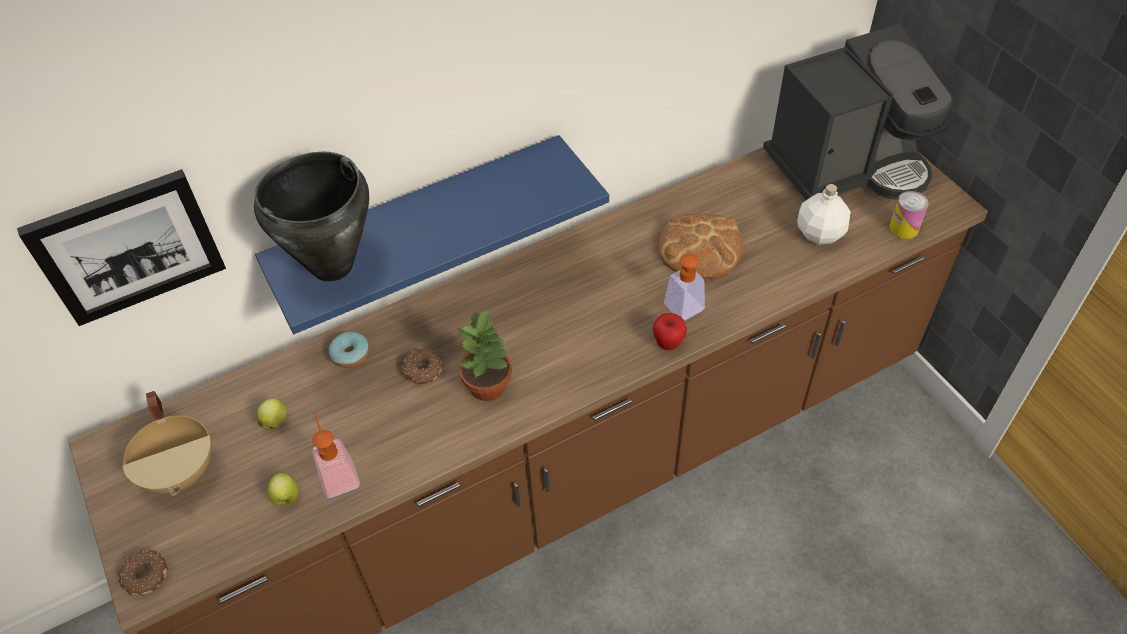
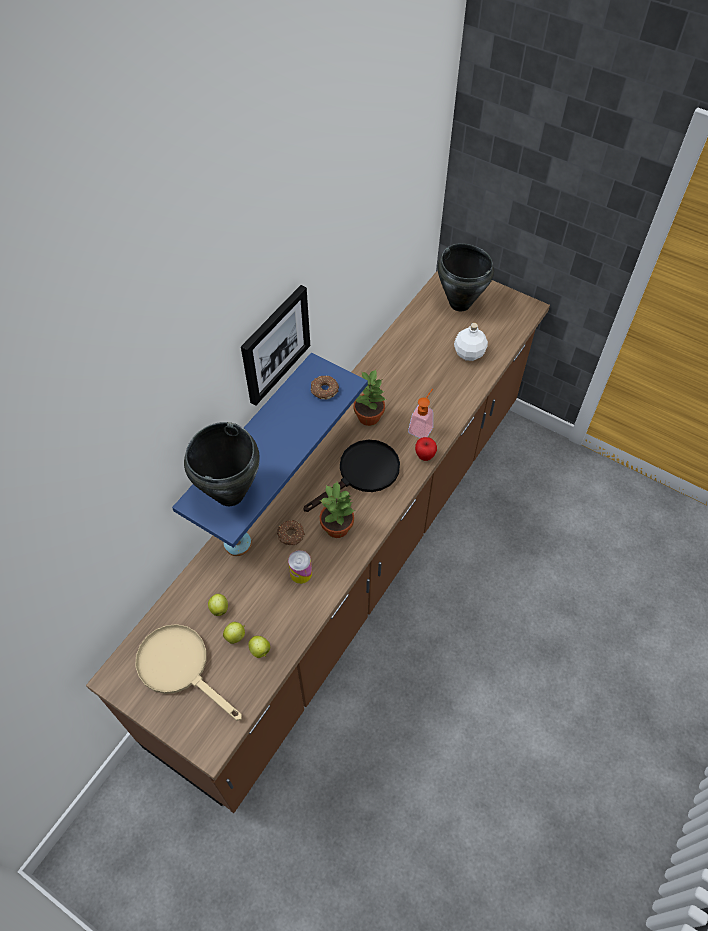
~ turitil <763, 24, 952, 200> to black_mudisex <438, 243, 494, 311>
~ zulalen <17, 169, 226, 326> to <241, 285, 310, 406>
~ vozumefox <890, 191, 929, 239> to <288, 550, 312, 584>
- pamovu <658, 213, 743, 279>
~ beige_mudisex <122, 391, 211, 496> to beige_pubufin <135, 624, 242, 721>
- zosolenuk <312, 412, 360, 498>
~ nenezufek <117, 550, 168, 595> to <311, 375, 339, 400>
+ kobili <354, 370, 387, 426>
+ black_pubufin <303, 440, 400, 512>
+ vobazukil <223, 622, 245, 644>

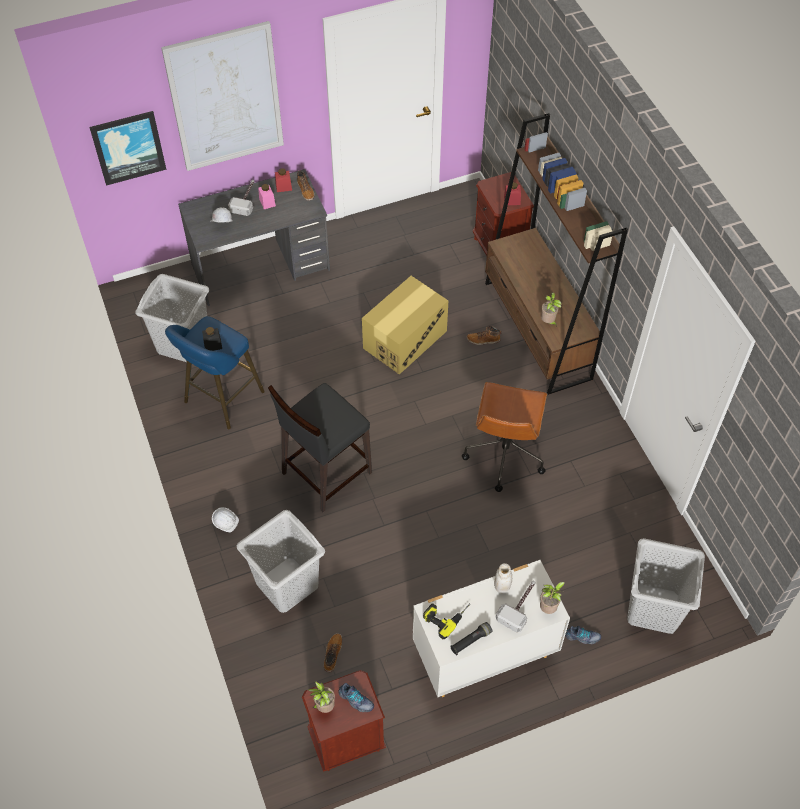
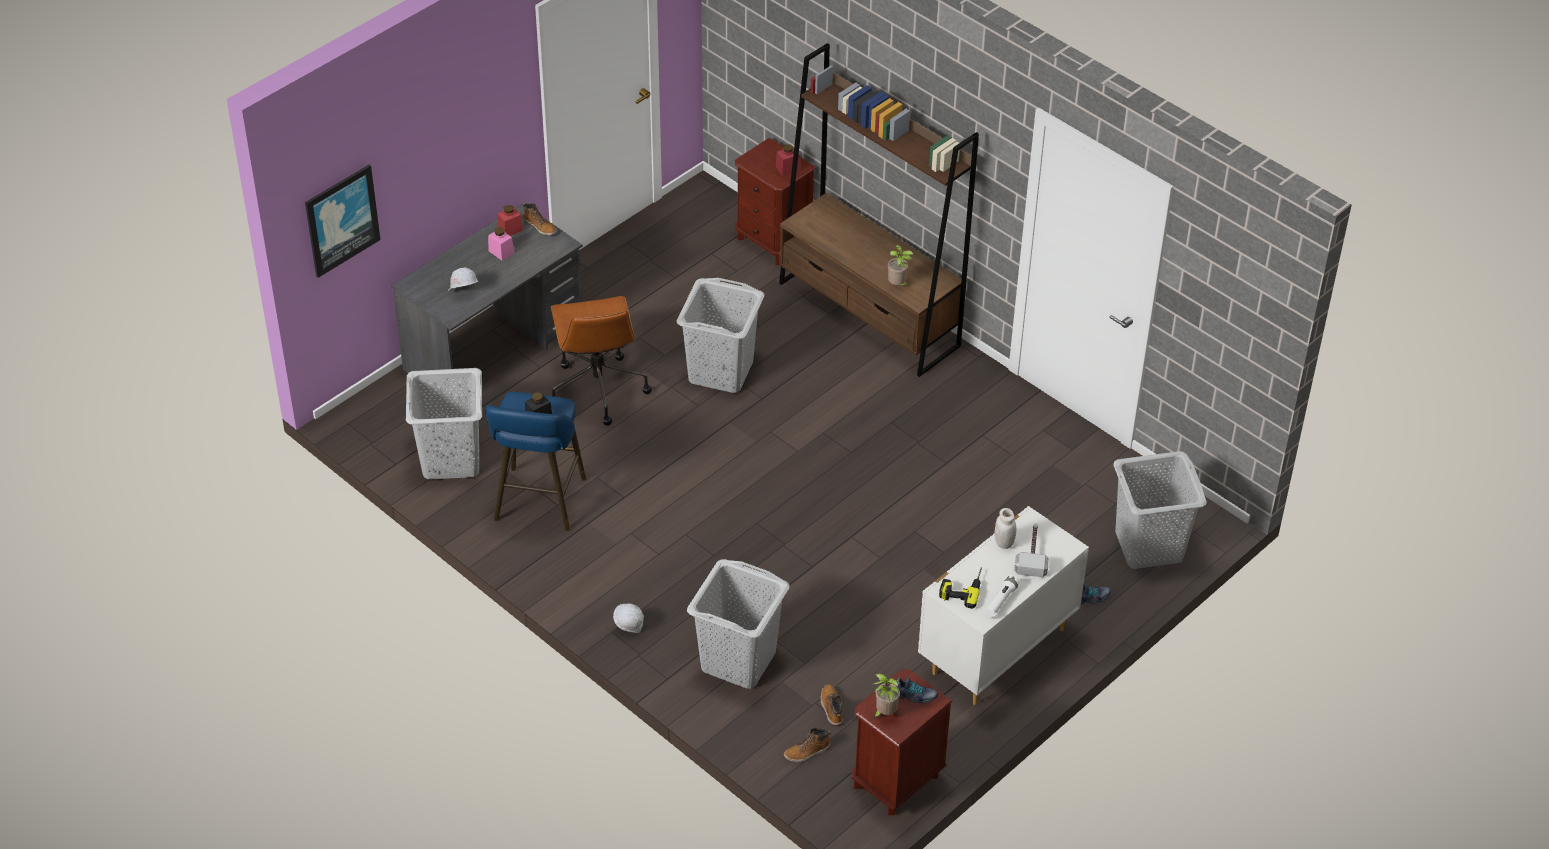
- zulalen <161, 21, 284, 171>
- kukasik <228, 180, 254, 216>
~ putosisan <362, 276, 448, 375> to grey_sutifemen <677, 278, 765, 393>
~ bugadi <467, 326, 501, 345> to <784, 728, 831, 762>
~ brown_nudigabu <462, 382, 547, 492> to <551, 296, 652, 426>
- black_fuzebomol <268, 383, 372, 512>
- kobili <540, 582, 565, 614>
~ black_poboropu <450, 622, 493, 655> to white_poboropu <985, 575, 1019, 618>

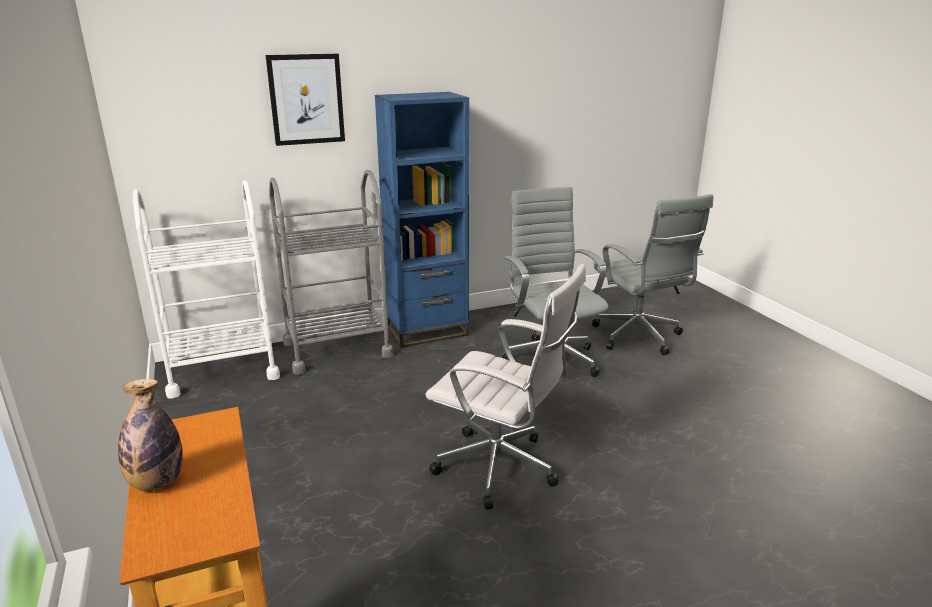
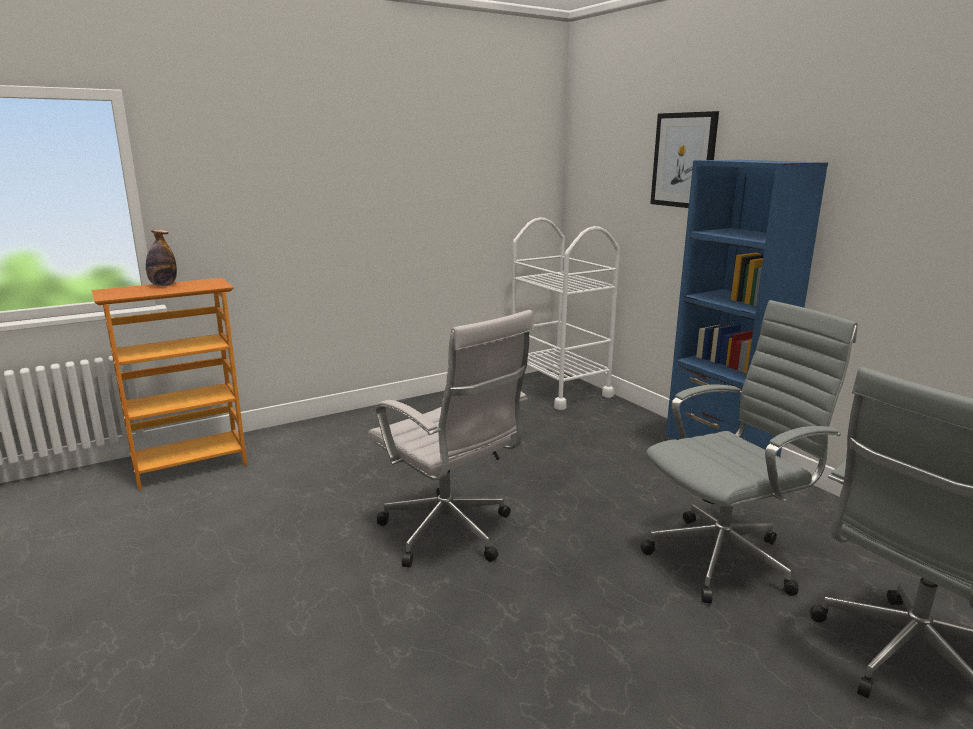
- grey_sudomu <269, 170, 393, 375>
~ white_nudigabu <426, 264, 586, 510> = <368, 310, 534, 567> 60 degrees counterclockwise

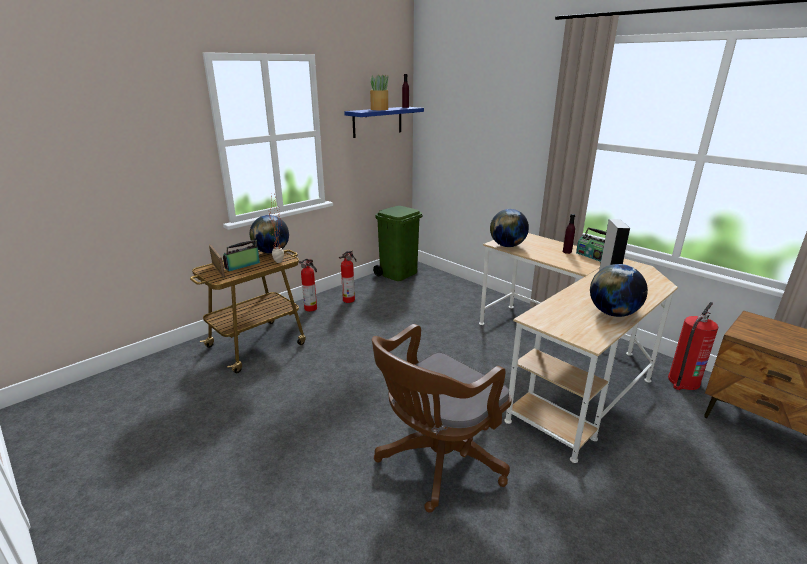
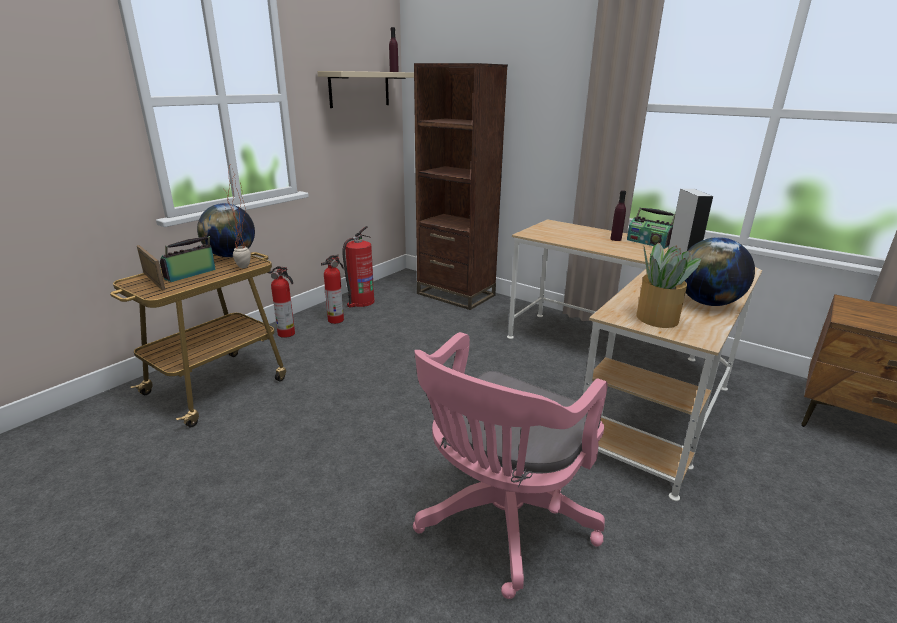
~ kobili <370, 74, 388, 110> to <637, 243, 701, 328>
~ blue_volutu <344, 107, 424, 138> to beige_volutu <317, 71, 414, 108>
- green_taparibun <373, 206, 422, 281>
- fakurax <490, 209, 529, 247>
~ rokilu <668, 302, 718, 390> to <342, 226, 375, 308>
~ brown_nudigabu <372, 324, 512, 513> to pink_nudigabu <413, 332, 608, 599>
+ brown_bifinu <414, 63, 508, 310>

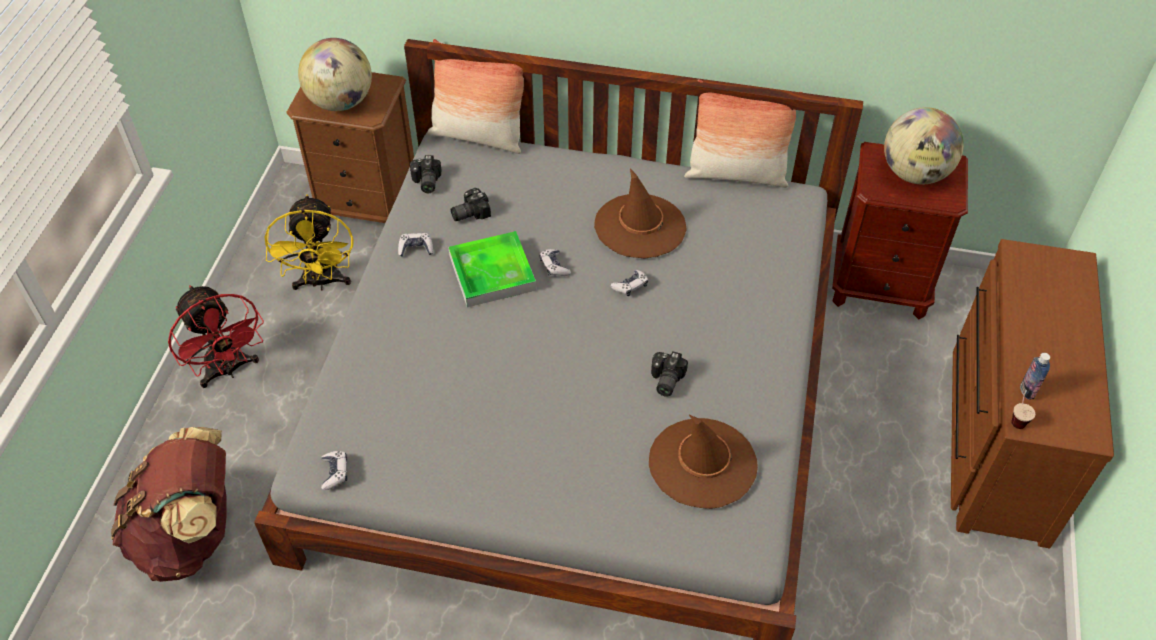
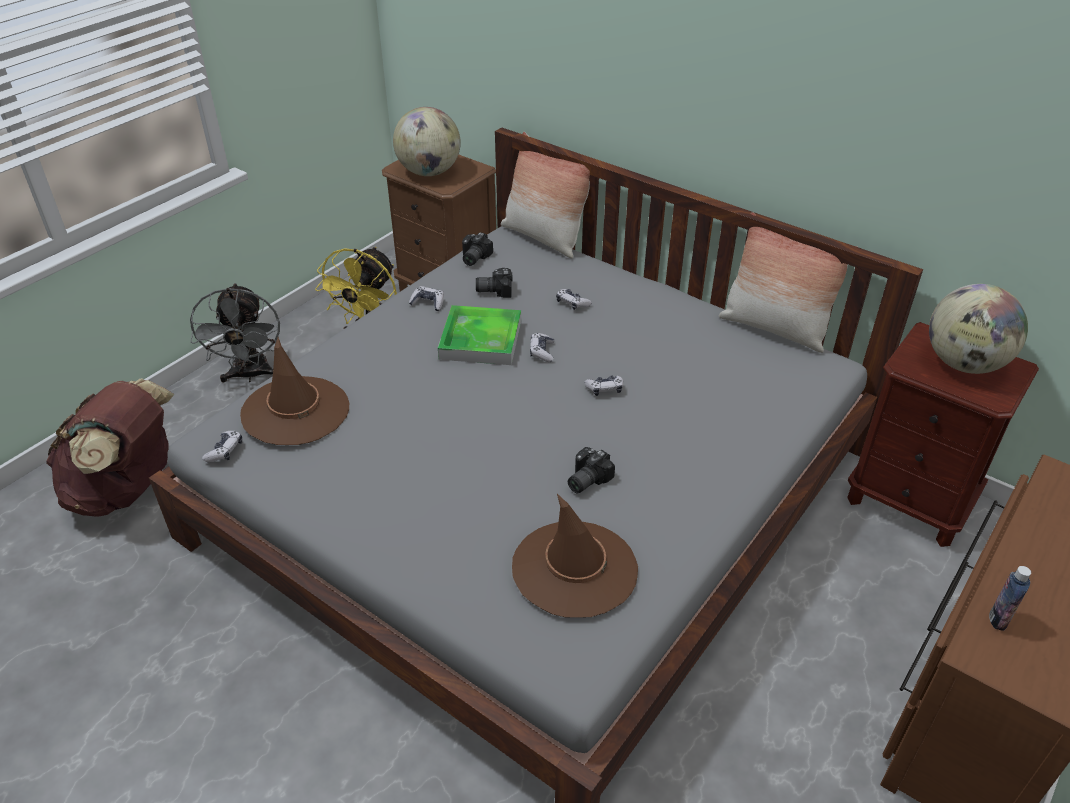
~ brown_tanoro <594, 168, 687, 259> to <240, 337, 349, 445>
~ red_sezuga <168, 285, 264, 388> to grey_sezuga <190, 283, 280, 383>
- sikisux <1011, 381, 1035, 429>
+ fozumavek <556, 289, 592, 310>

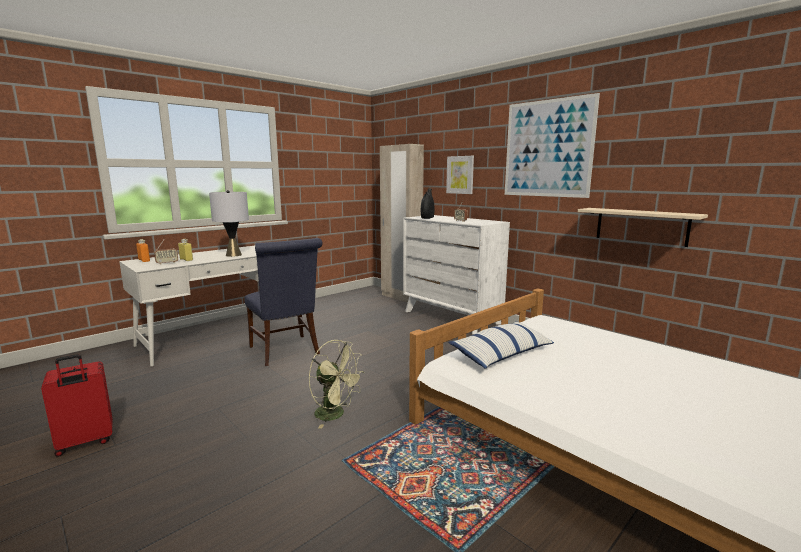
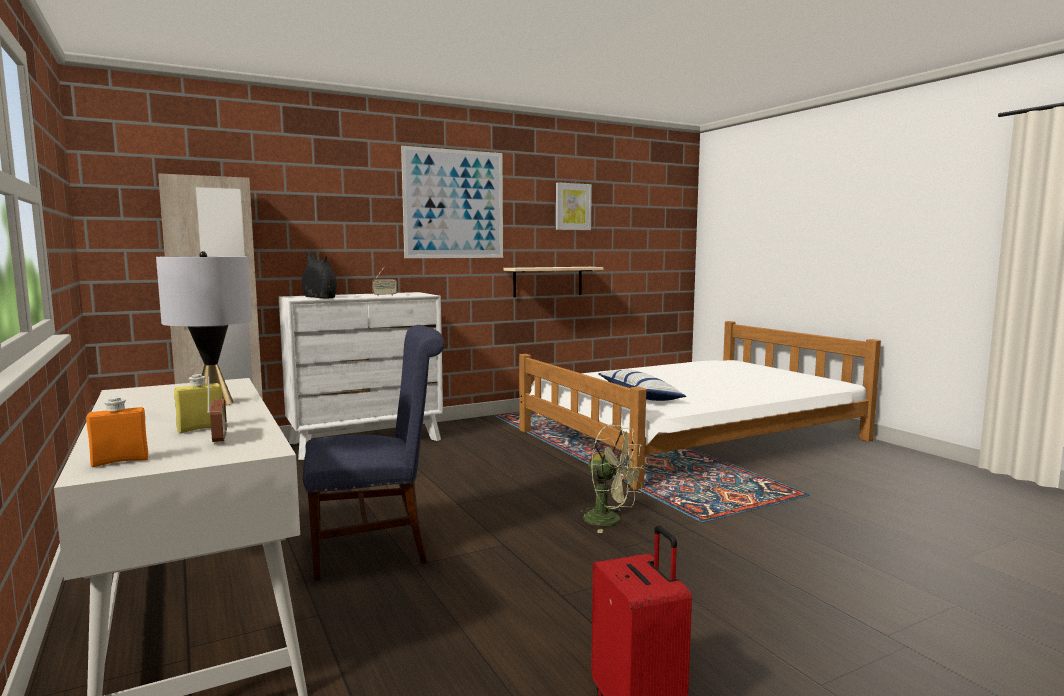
~ zulalen <446, 156, 474, 194> to <556, 182, 592, 230>
~ green_sezuga <308, 340, 365, 429> = <580, 424, 645, 533> 75 degrees clockwise

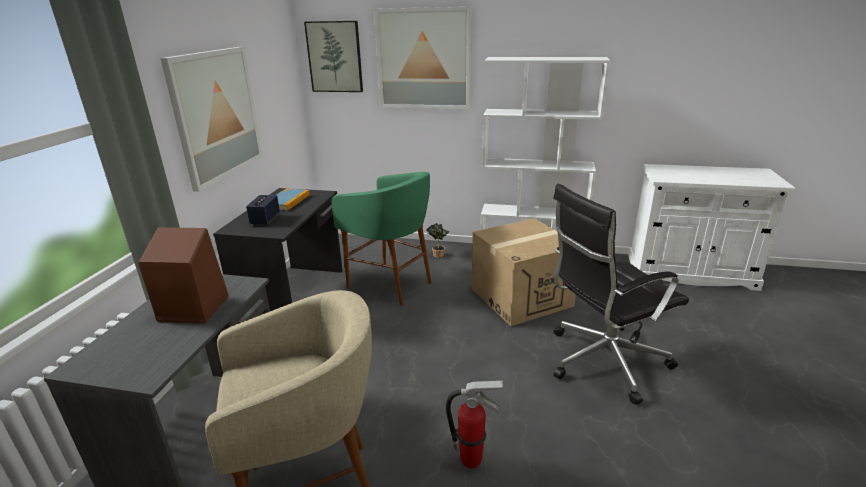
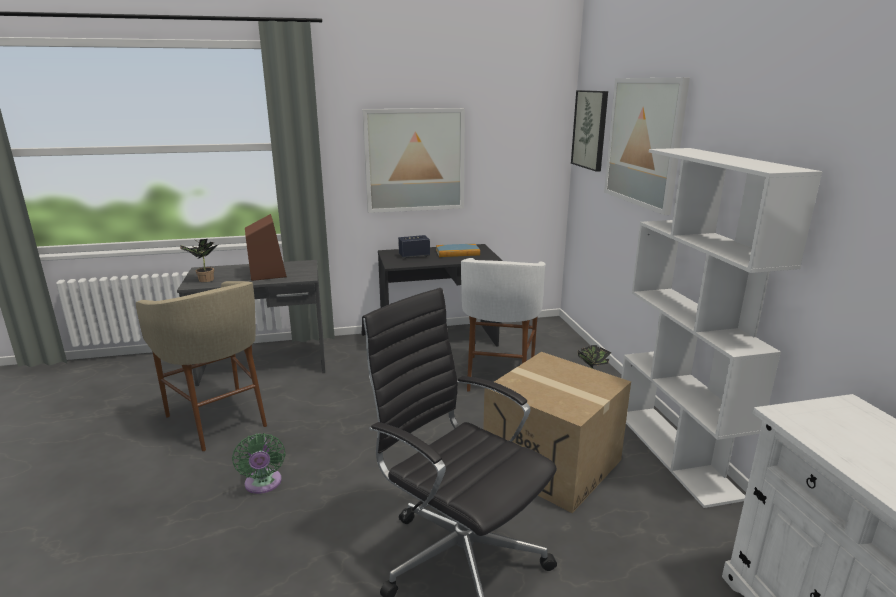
~ green_fuzebomol <332, 172, 432, 305> to white_fuzebomol <461, 258, 545, 392>
~ rokilu <446, 381, 503, 469> to green_sezuga <232, 433, 286, 494>
+ kobili <180, 239, 218, 282>

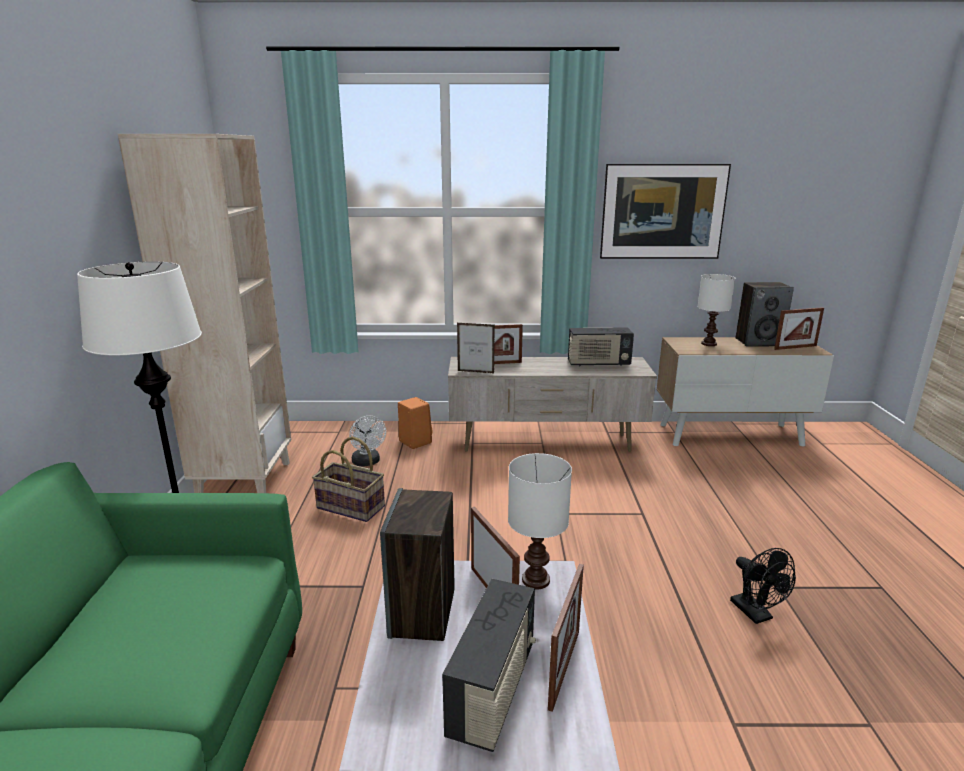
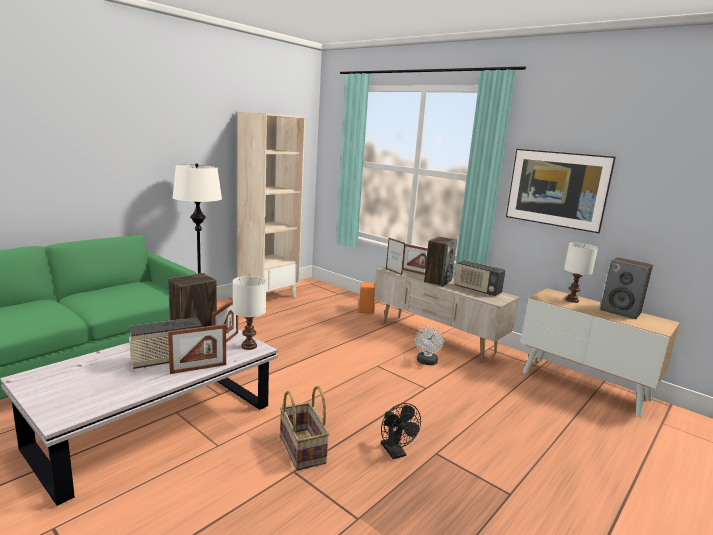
- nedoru <774, 307, 824, 350>
~ white_sezuga <349, 415, 386, 467> to <415, 327, 444, 365>
~ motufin <312, 437, 385, 522> to <280, 386, 330, 470>
~ black_sezuga <730, 548, 796, 624> = <381, 403, 421, 459> 45 degrees counterclockwise
+ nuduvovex <424, 237, 457, 287>

